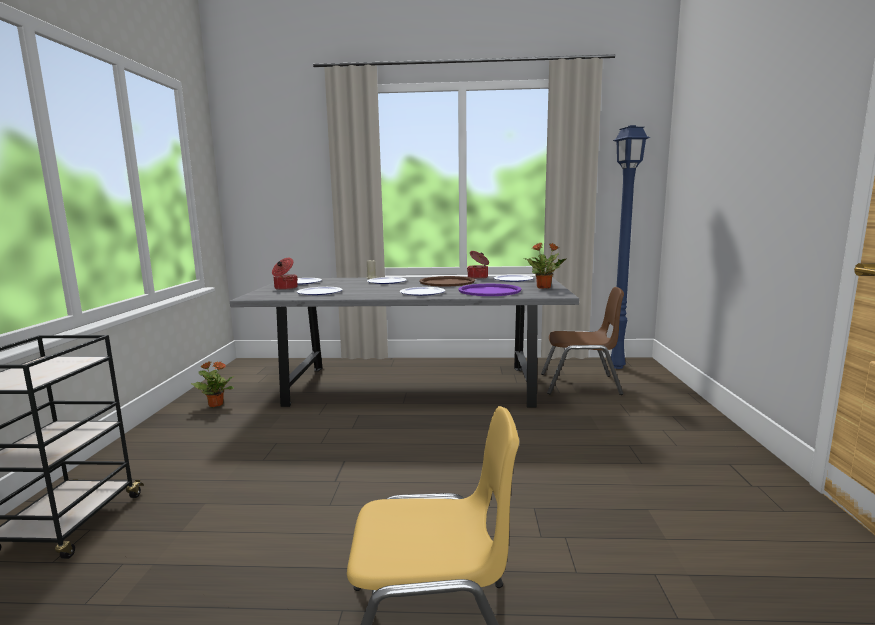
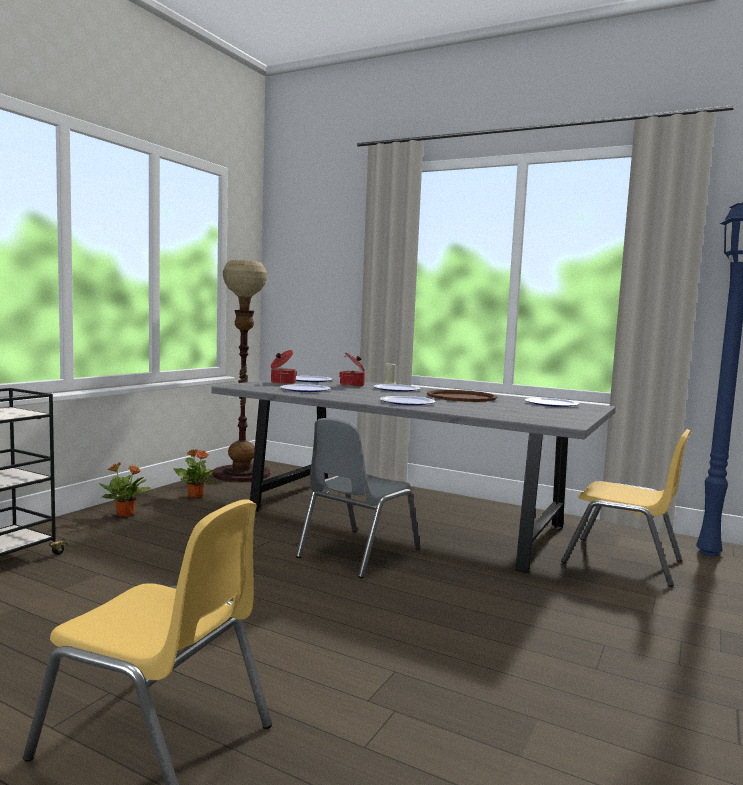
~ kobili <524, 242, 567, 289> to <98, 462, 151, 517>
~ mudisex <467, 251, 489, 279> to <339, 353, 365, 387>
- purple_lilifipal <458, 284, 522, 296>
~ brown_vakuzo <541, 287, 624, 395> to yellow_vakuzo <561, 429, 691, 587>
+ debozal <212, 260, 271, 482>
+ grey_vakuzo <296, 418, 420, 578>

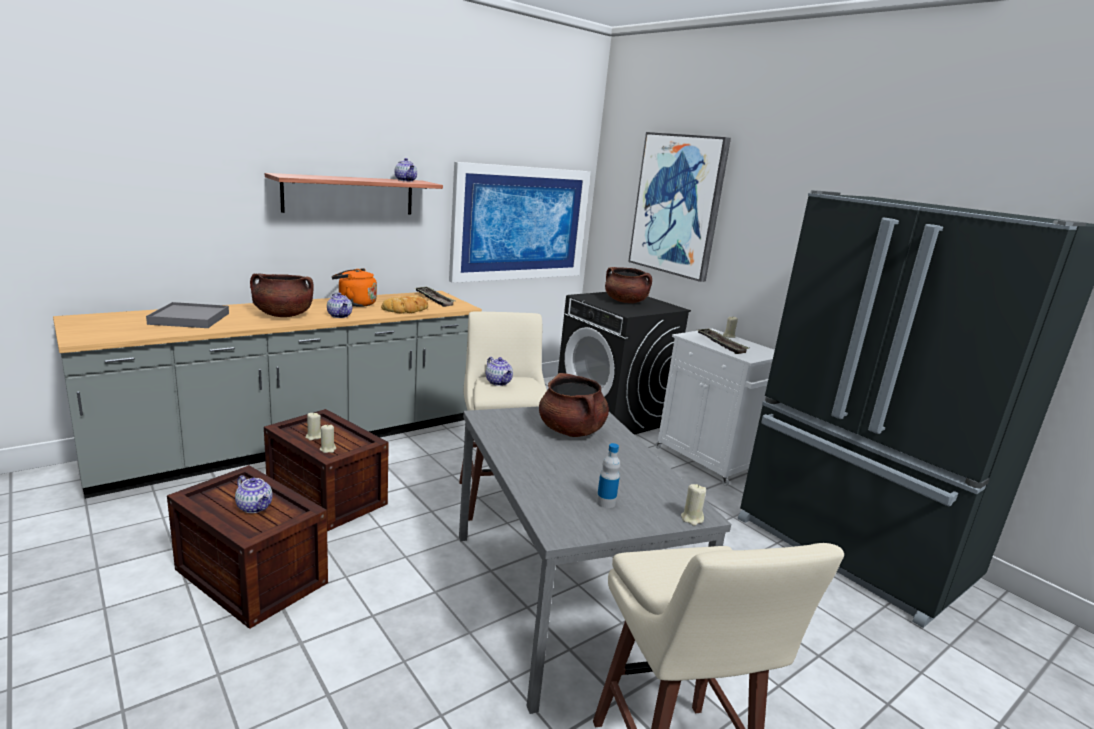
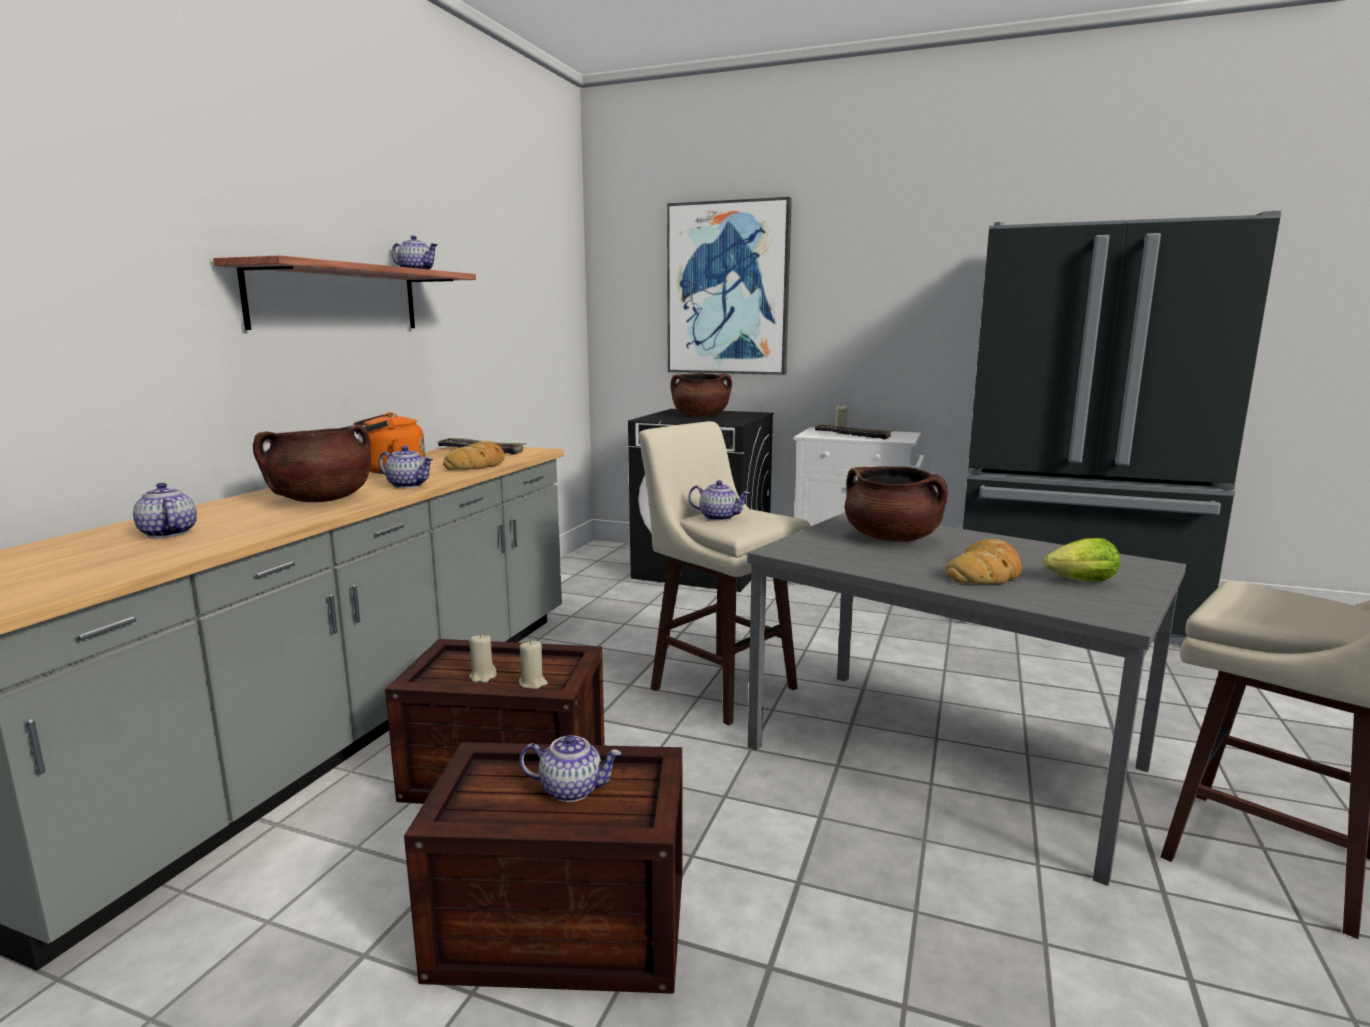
- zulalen <449, 162, 591, 283>
~ grey_lilifipal <146, 302, 229, 328> to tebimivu <133, 483, 197, 538>
~ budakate <596, 443, 620, 508> to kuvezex <1043, 538, 1120, 582>
- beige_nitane <681, 484, 706, 526>
+ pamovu <946, 539, 1022, 584>

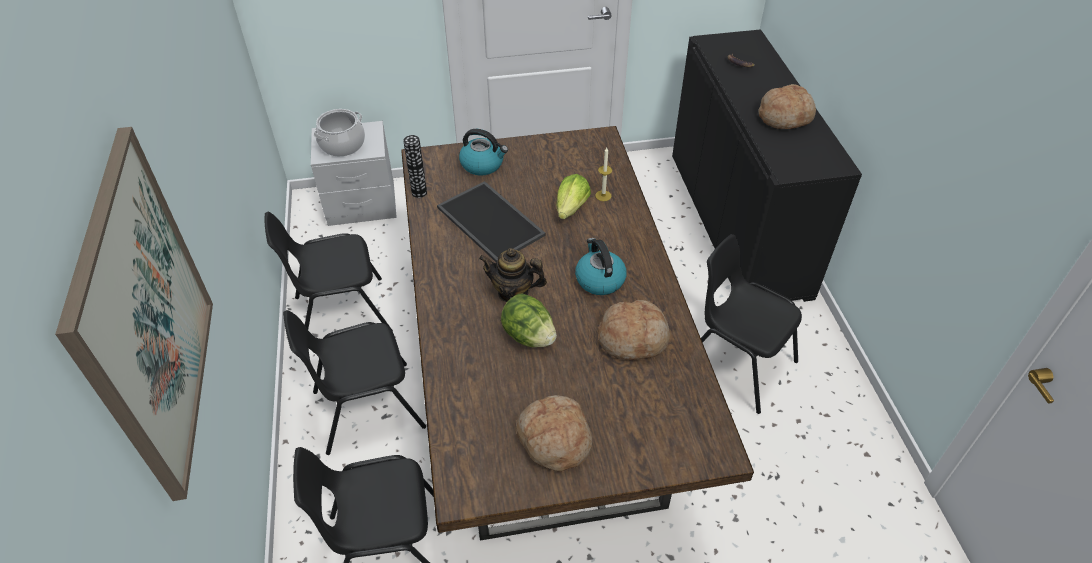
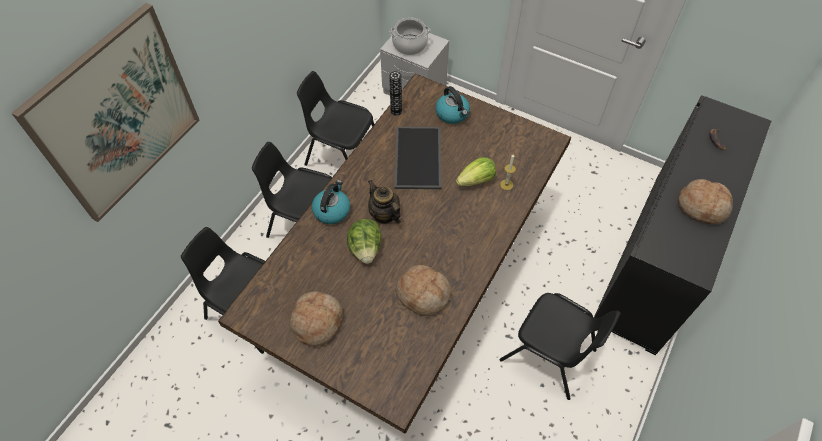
~ black_vakuzo <701, 234, 802, 414> = <500, 293, 621, 400> 135 degrees clockwise
~ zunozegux <575, 238, 626, 295> to <312, 180, 350, 224>

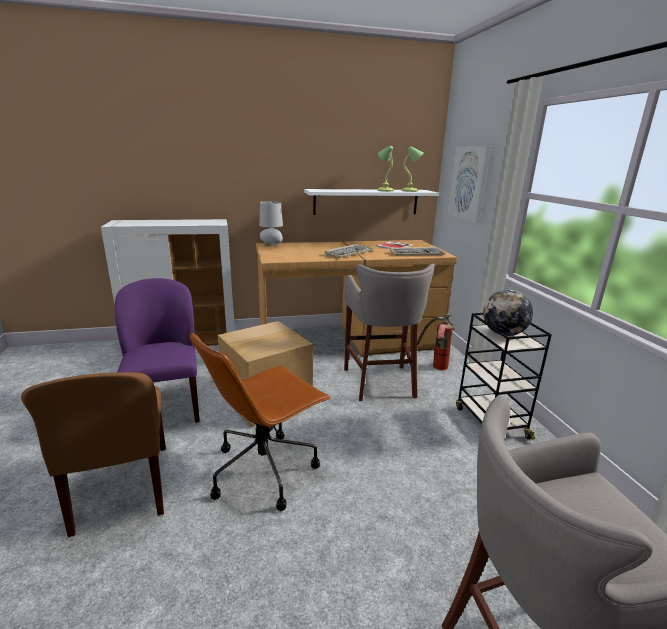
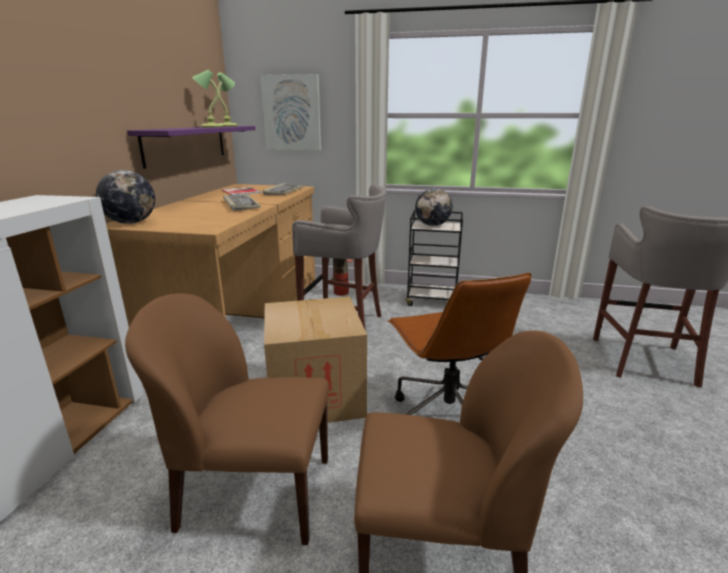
~ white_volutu <304, 189, 439, 215> to purple_volutu <127, 126, 255, 169>
~ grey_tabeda <259, 201, 283, 247> to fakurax <96, 170, 155, 224>
~ purple_vakuzo <115, 278, 200, 423> to brown_vakuzo <125, 293, 329, 545>

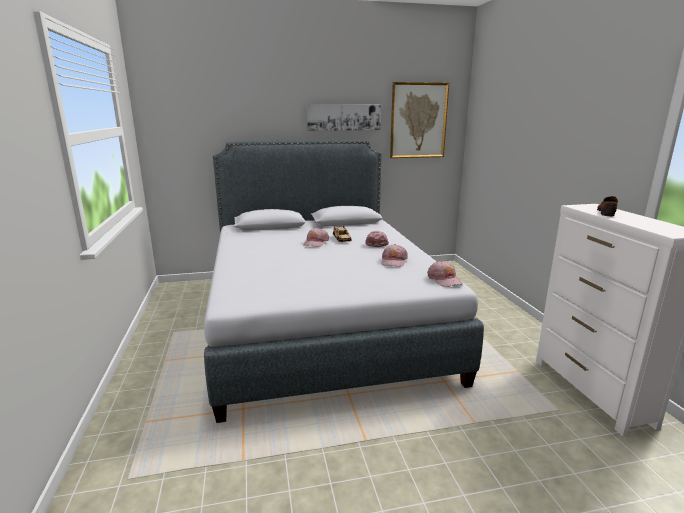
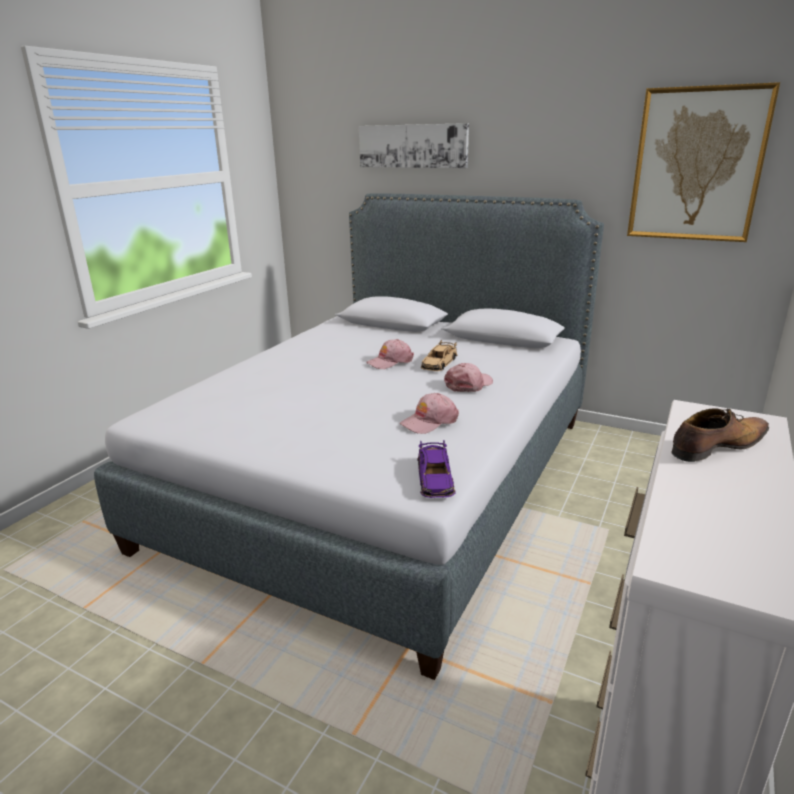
~ zulalen <307, 104, 381, 131> to <359, 123, 469, 168>
~ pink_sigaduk <427, 260, 463, 287> to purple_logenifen <417, 440, 456, 498>

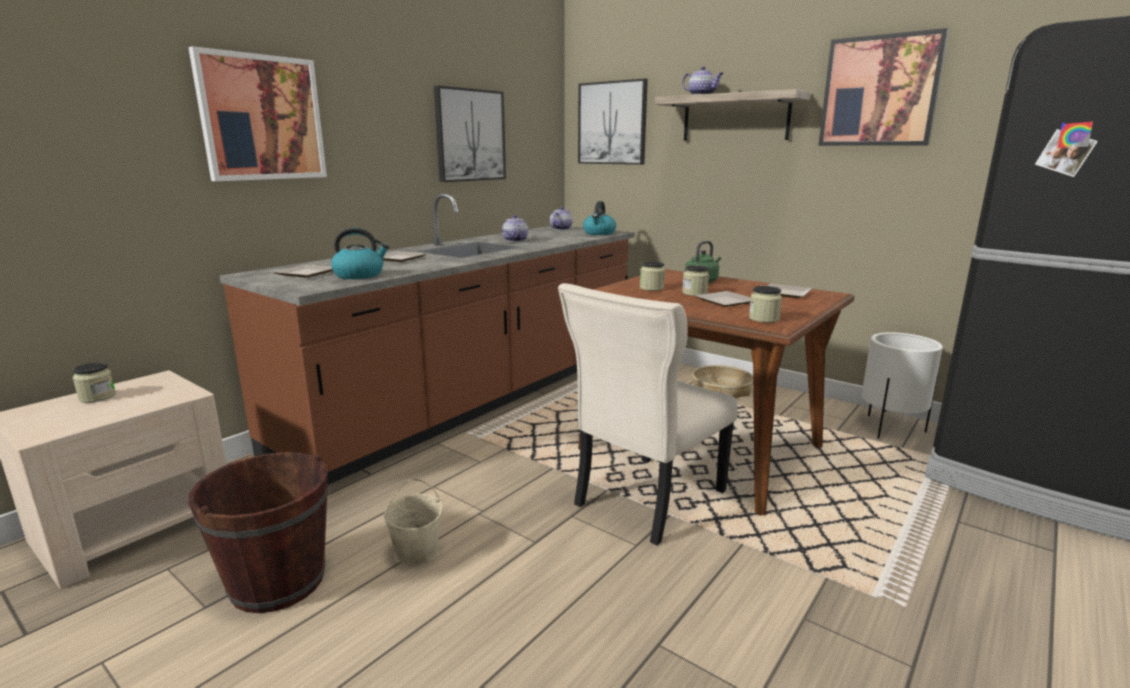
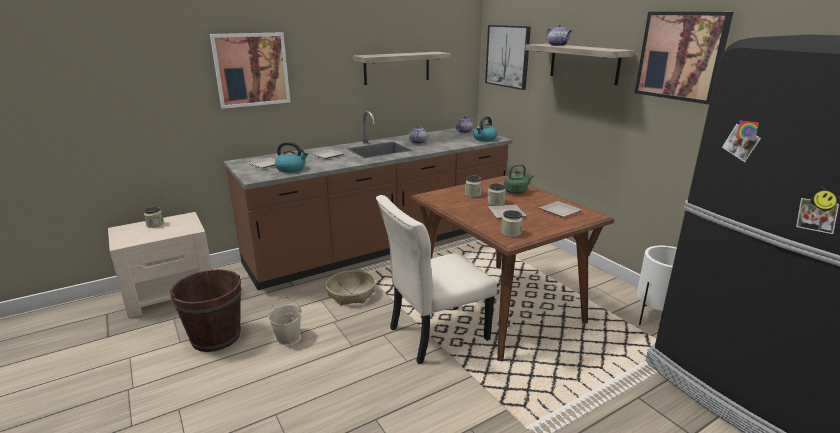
~ zulalen <434, 85, 506, 182> to volutu <353, 52, 451, 85>
~ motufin <692, 365, 753, 398> to <326, 270, 376, 305>

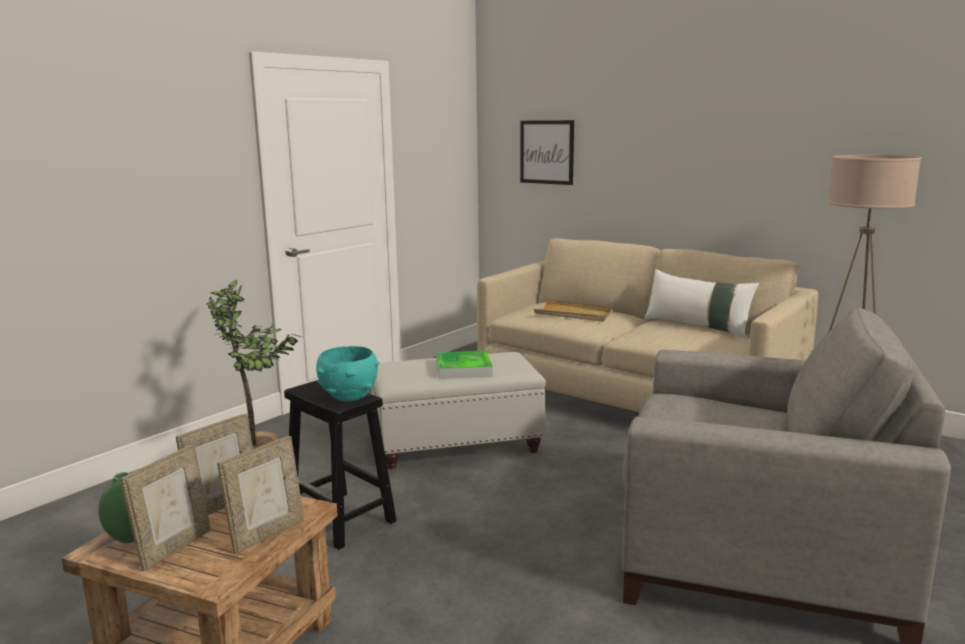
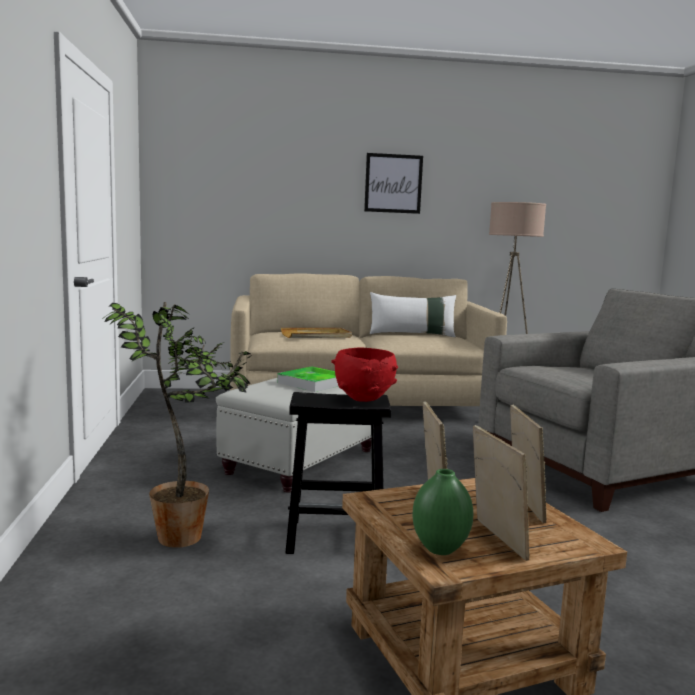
~ zulalen <520, 120, 574, 185> to <364, 153, 423, 214>
~ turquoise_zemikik <316, 346, 379, 401> to red_zemikik <331, 348, 398, 402>

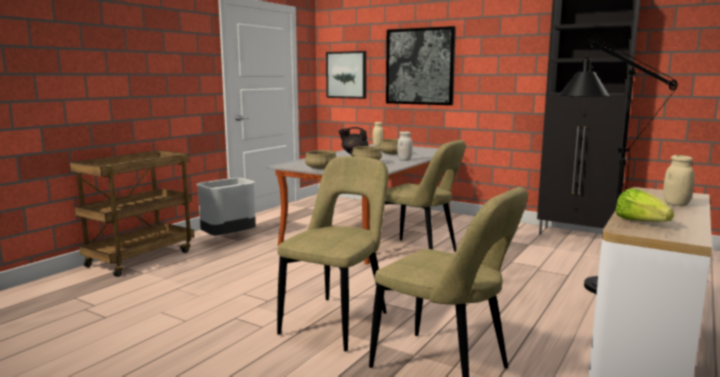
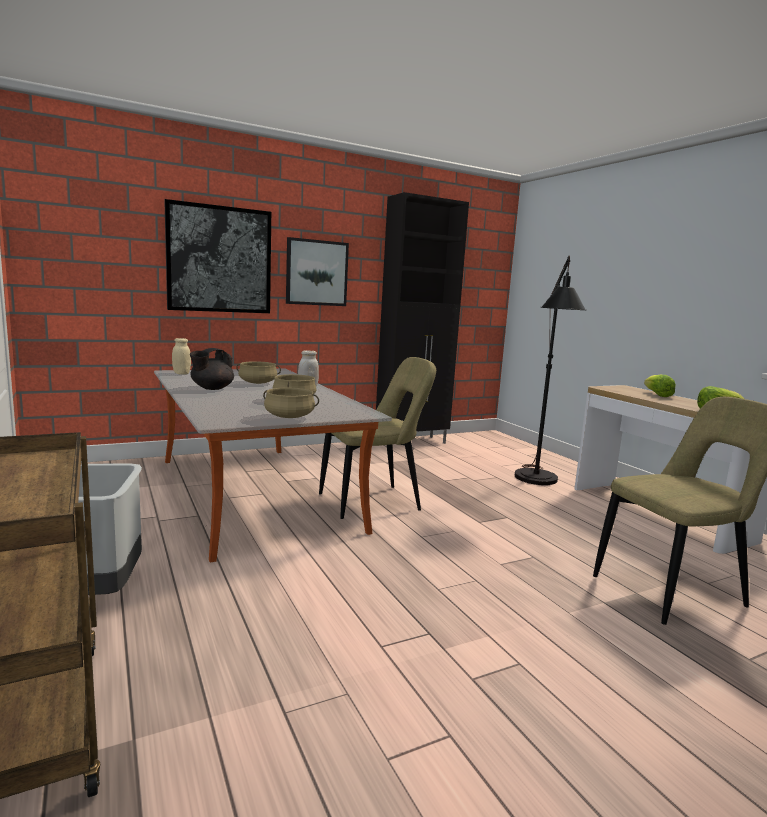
~ zulalen <326, 51, 366, 99> to <286, 237, 349, 306>
~ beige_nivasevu <663, 155, 695, 206> to kuvezex <644, 375, 676, 397>
- beige_vakuzo <277, 156, 388, 351>

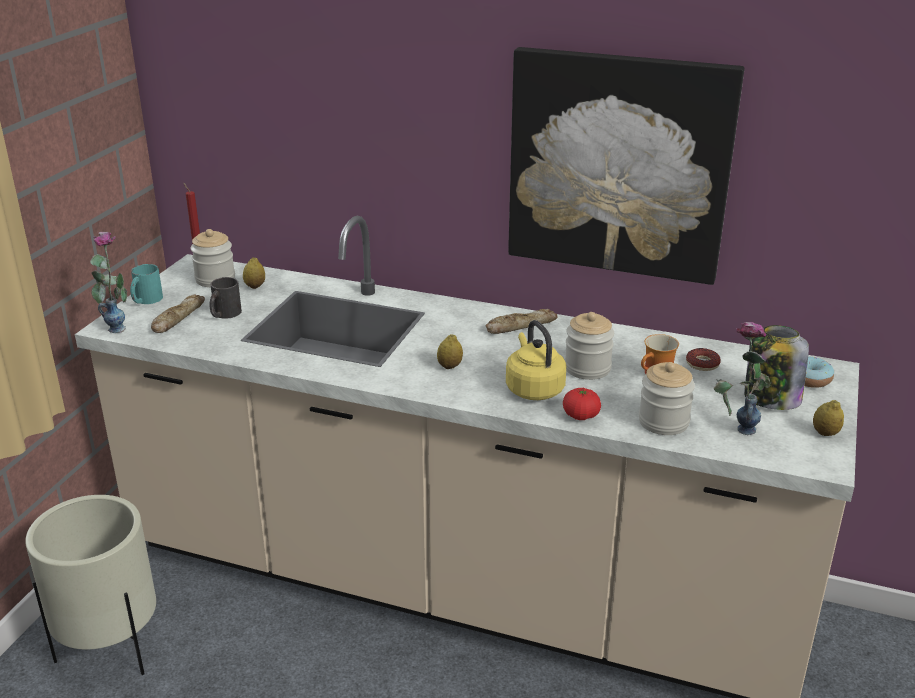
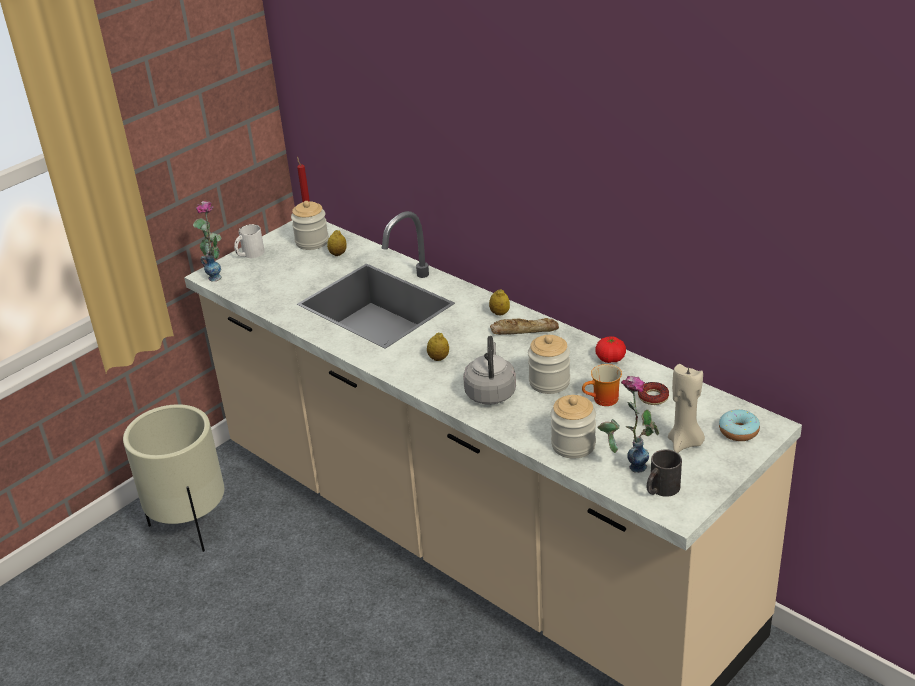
- zulalen <508, 47, 744, 285>
~ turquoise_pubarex <130, 264, 163, 304> to white_pubarex <234, 224, 265, 258>
~ black_pubarex <209, 277, 242, 319> to <647, 449, 682, 497>
- pamovu <151, 294, 205, 333>
~ yellow_zunozegux <506, 320, 566, 400> to grey_zunozegux <463, 336, 516, 405>
~ nivasevu <744, 325, 809, 410> to beige_nitane <668, 364, 705, 453>
~ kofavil <563, 388, 601, 420> to <595, 337, 626, 363>
~ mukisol <813, 400, 844, 436> to <489, 289, 510, 315>

